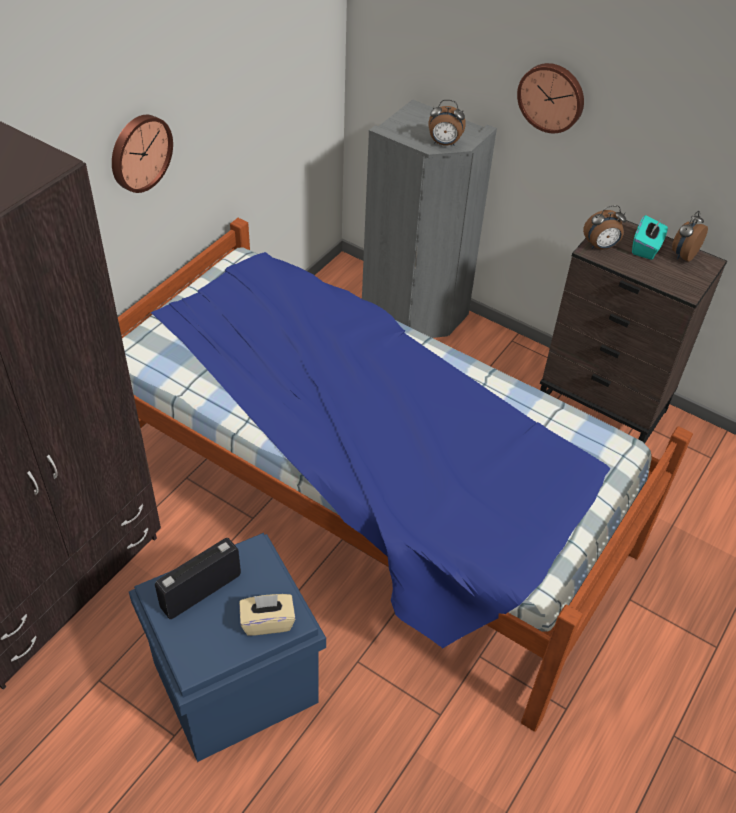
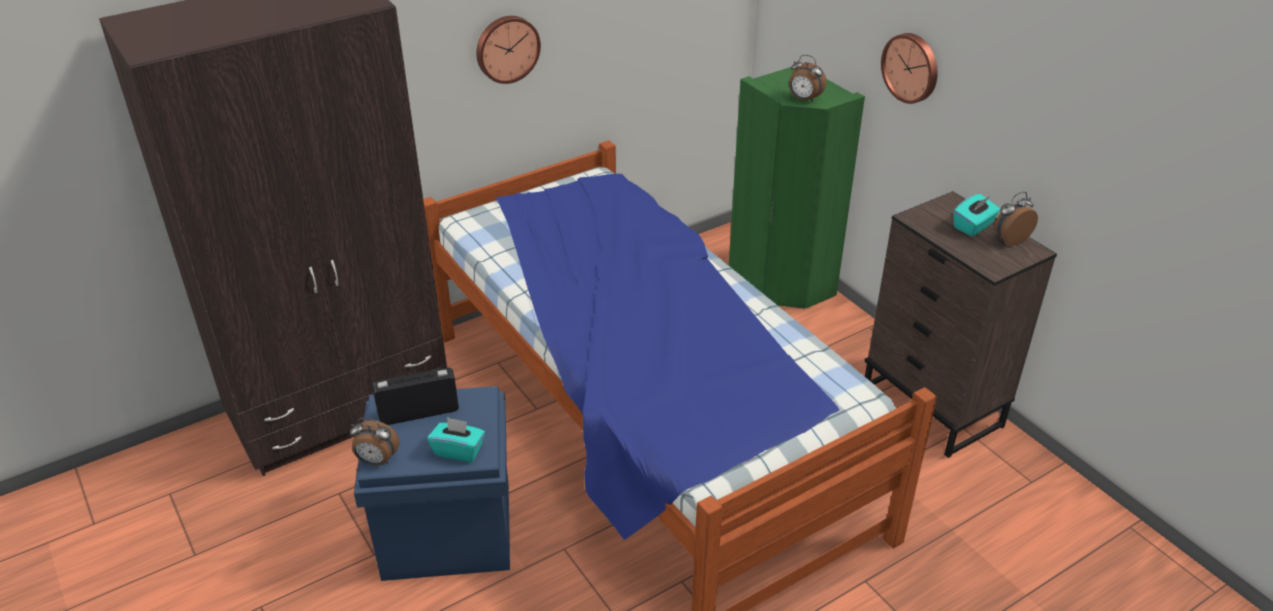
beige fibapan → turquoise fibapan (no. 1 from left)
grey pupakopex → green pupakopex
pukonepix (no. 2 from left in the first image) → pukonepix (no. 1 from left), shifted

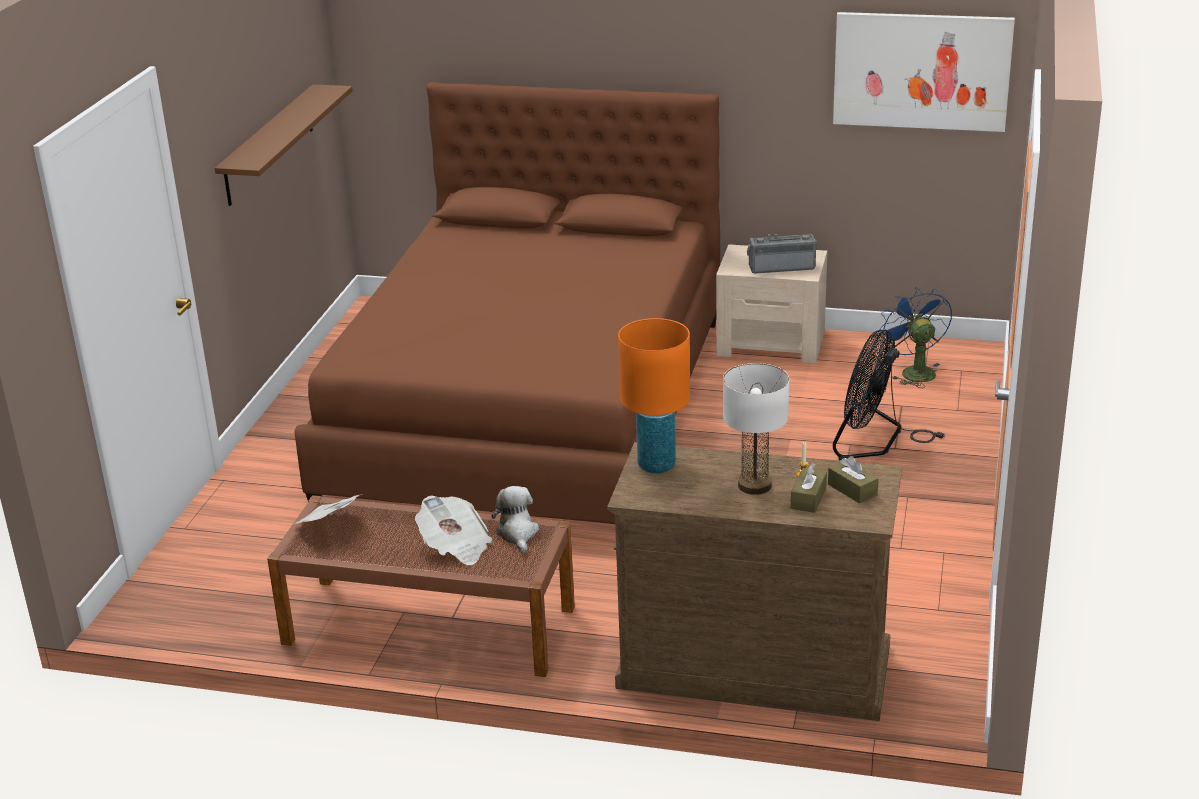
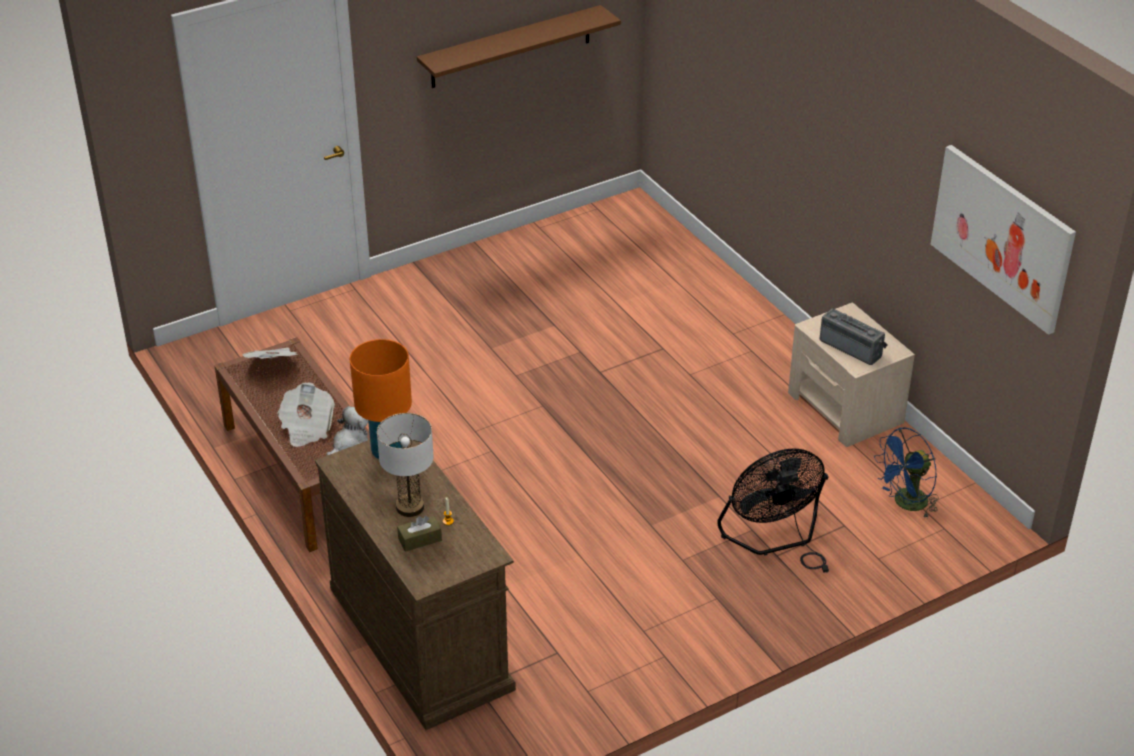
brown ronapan → -
brown fibapan (no. 2 from left) → -
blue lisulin, 150 degrees counterclockwise

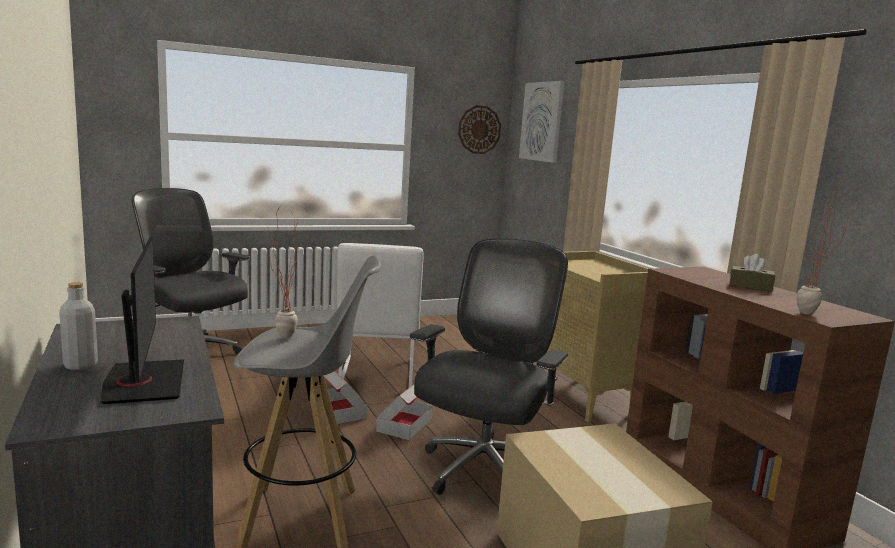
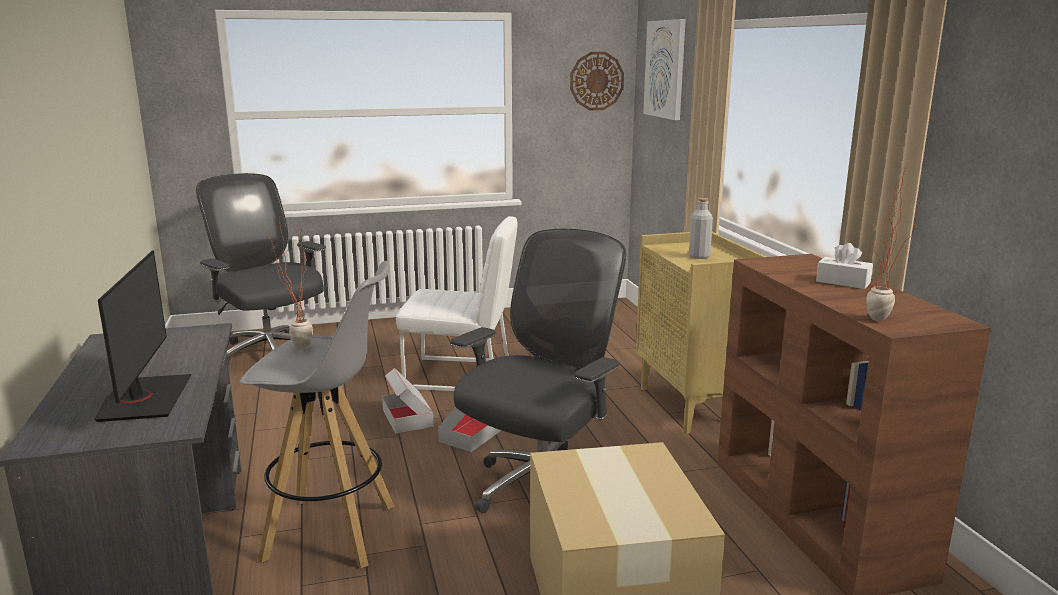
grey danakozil, shifted
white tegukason, 90 degrees counterclockwise
brown fibapan → white fibapan

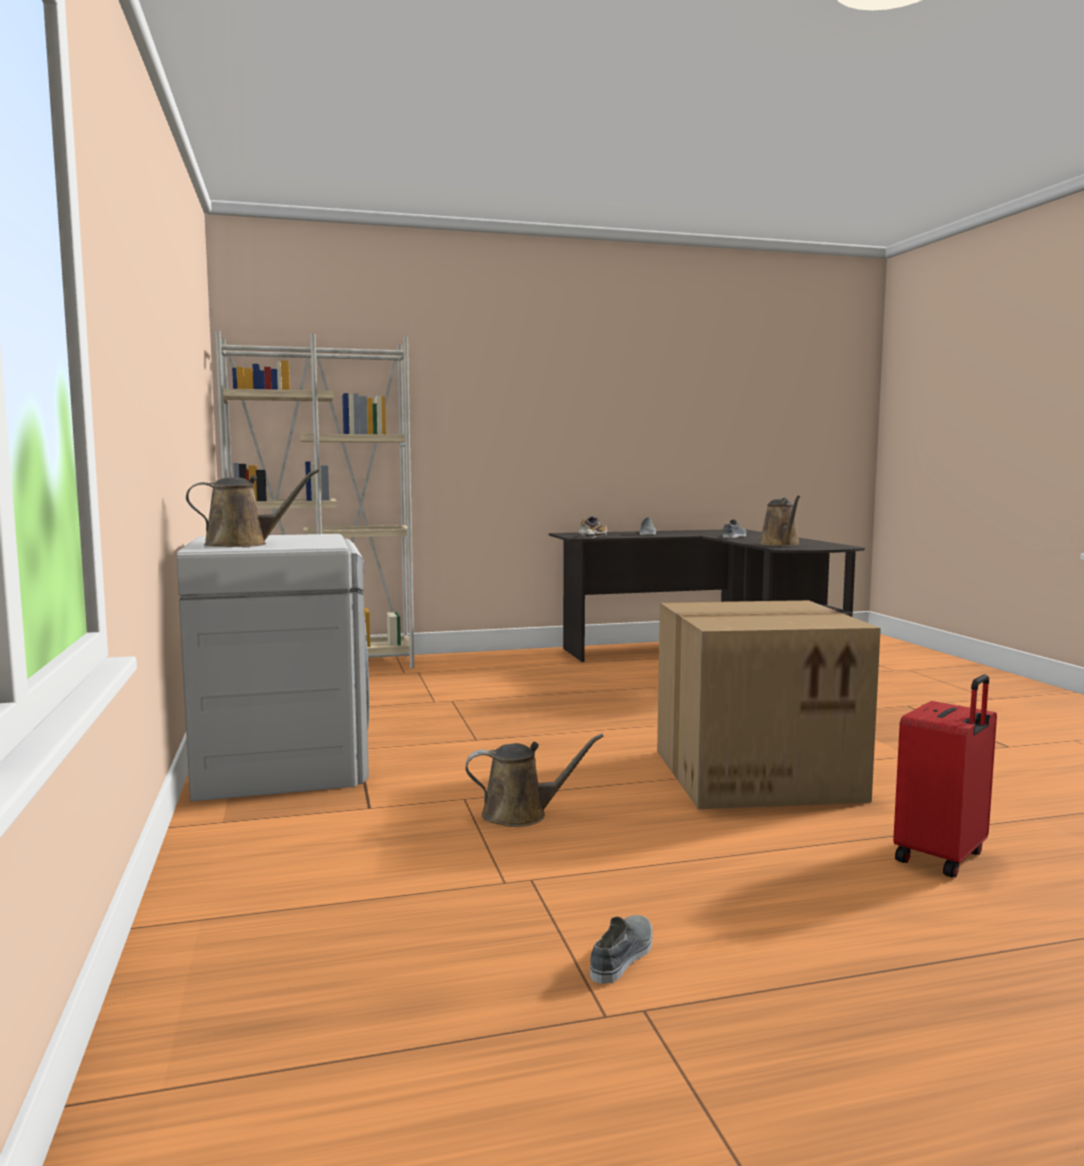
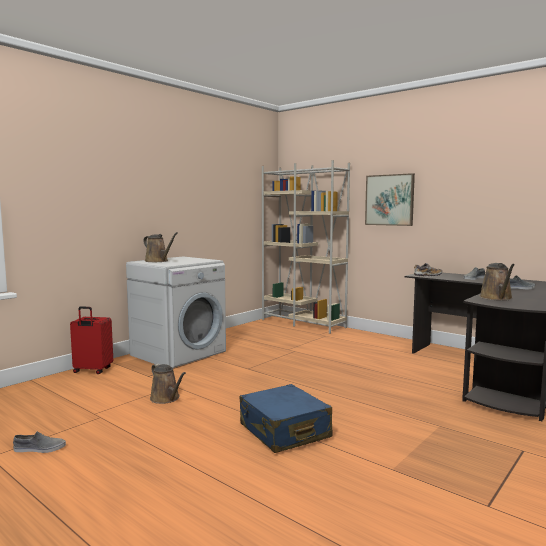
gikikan → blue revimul
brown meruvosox (no. 3 from left), 45 degrees counterclockwise
red revimul, shifted
- → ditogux

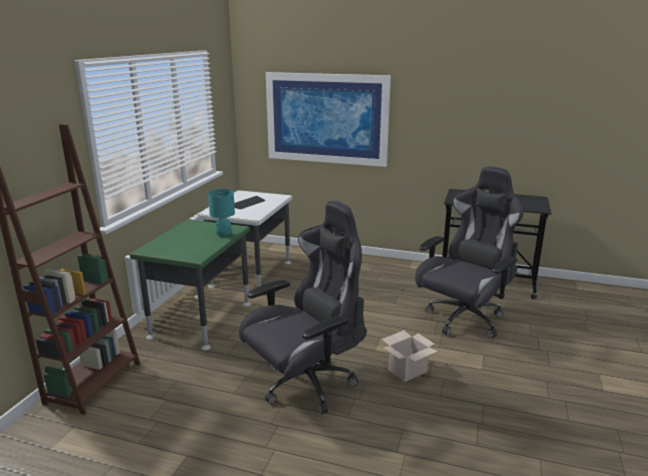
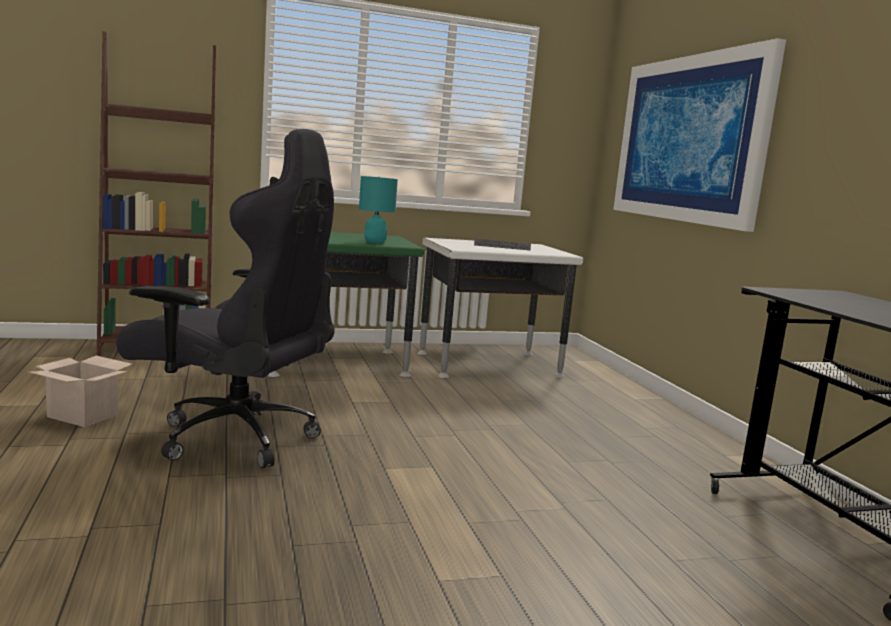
gikikan, shifted
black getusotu (no. 2 from left) → -

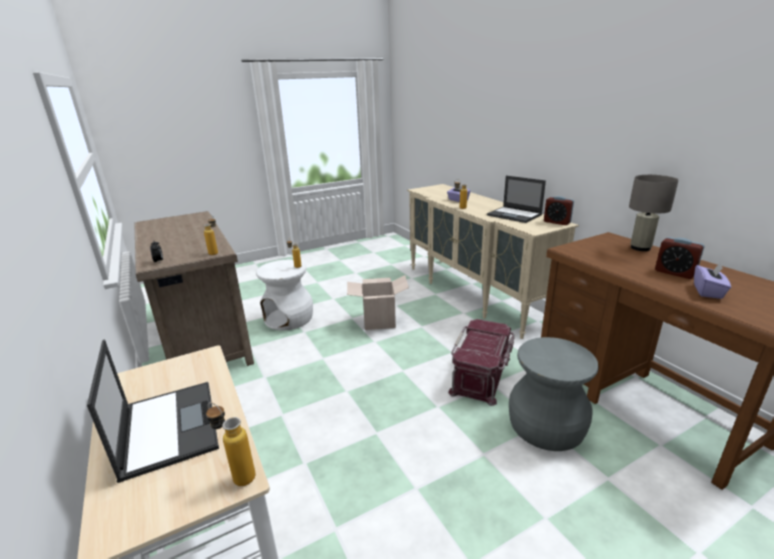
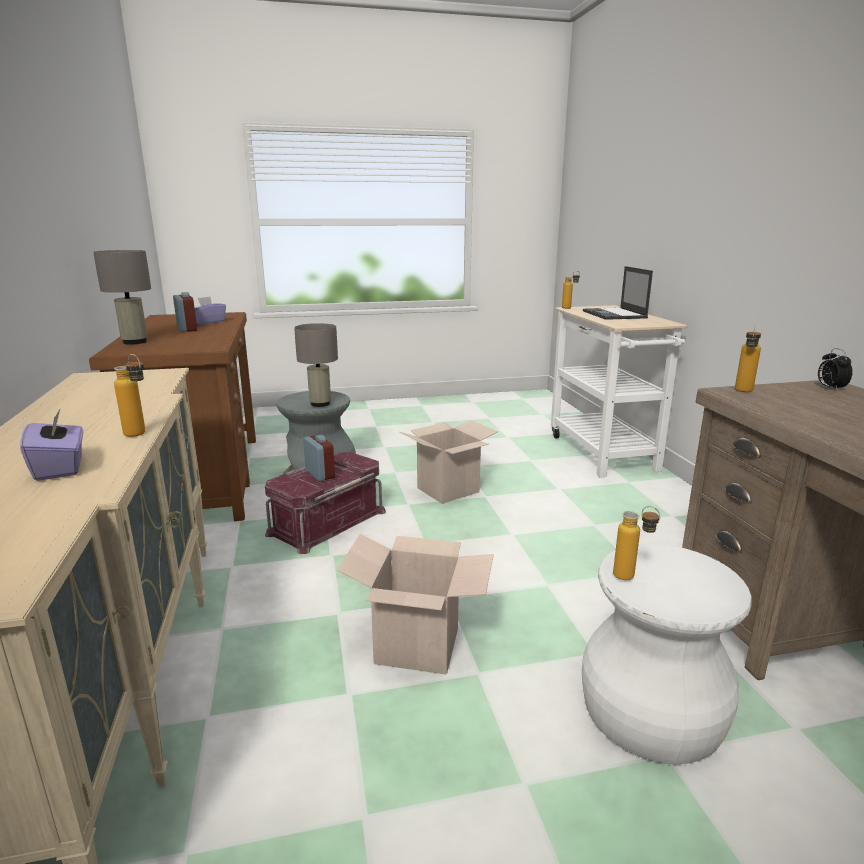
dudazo (no. 2 from left) → -
pukonepix (no. 2 from left), shifted
- → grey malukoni (no. 2 from left)
- → gikikan (no. 2 from left)

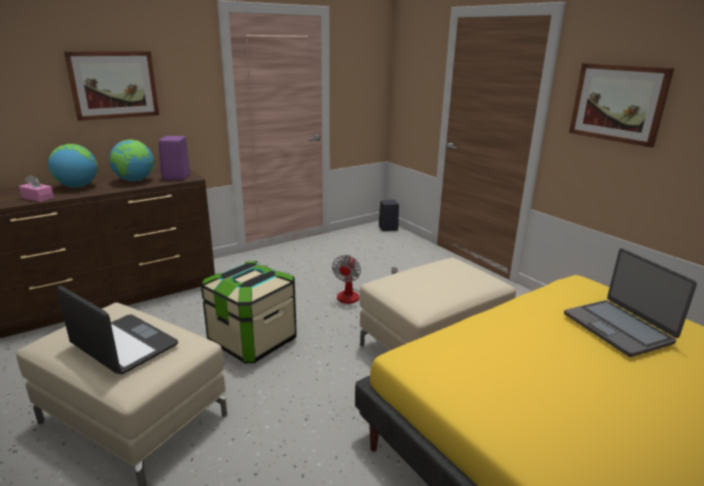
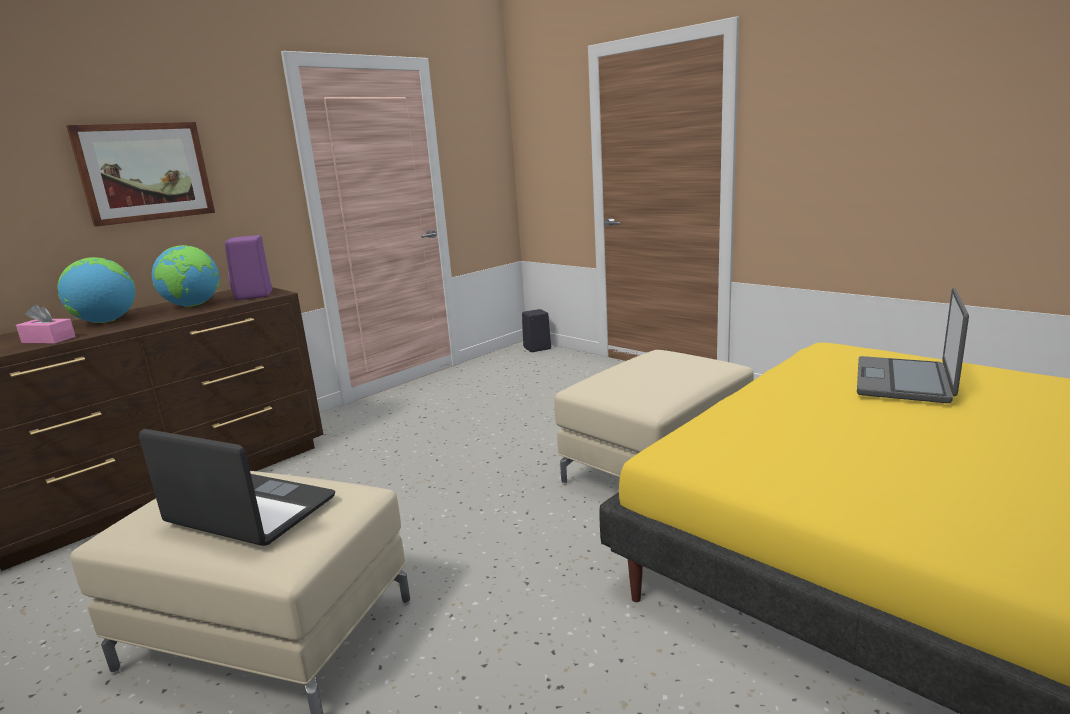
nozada → -
lisulin → -
dudazo (no. 2 from left), 60 degrees clockwise
ditogux (no. 2 from left) → -

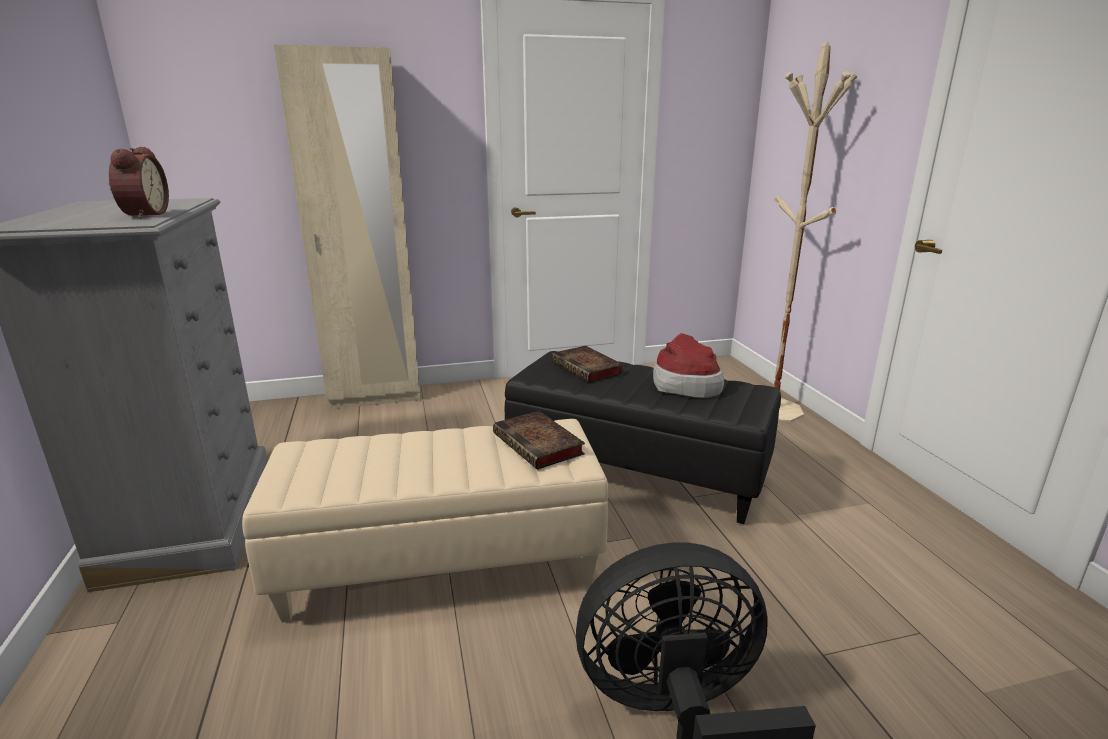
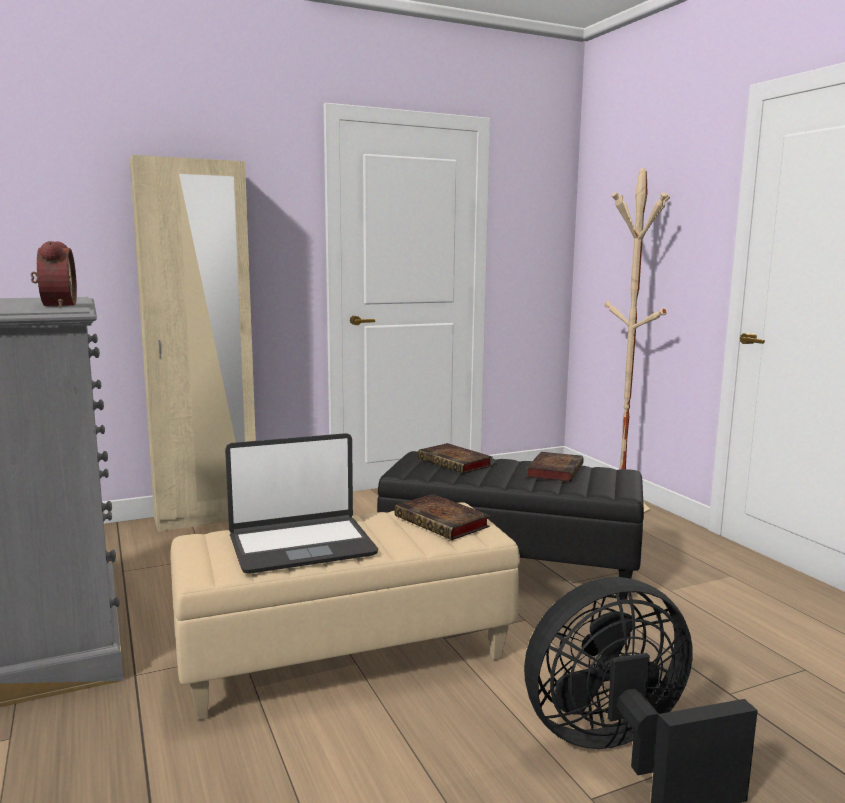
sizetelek → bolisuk (no. 3 from left)
- → dudazo

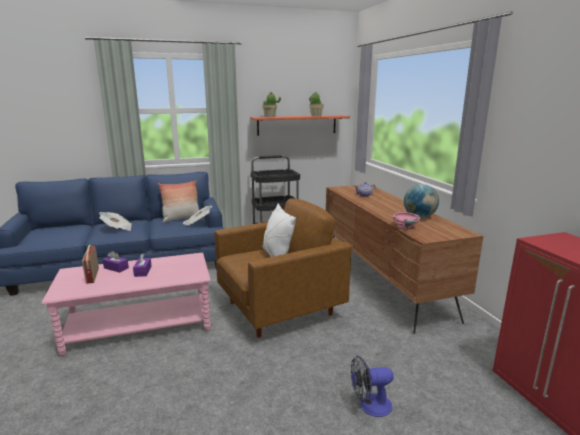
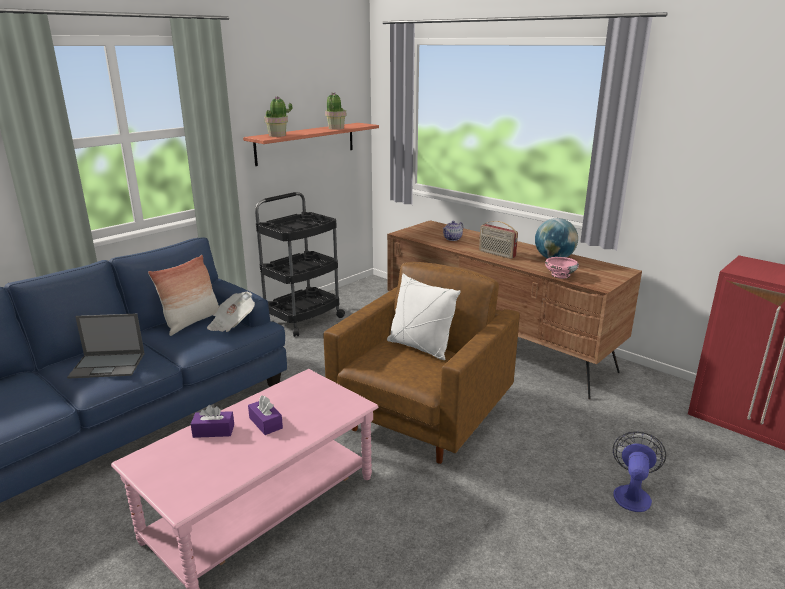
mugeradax, shifted
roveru (no. 1 from left) → dudazo
lisulin, 150 degrees clockwise

